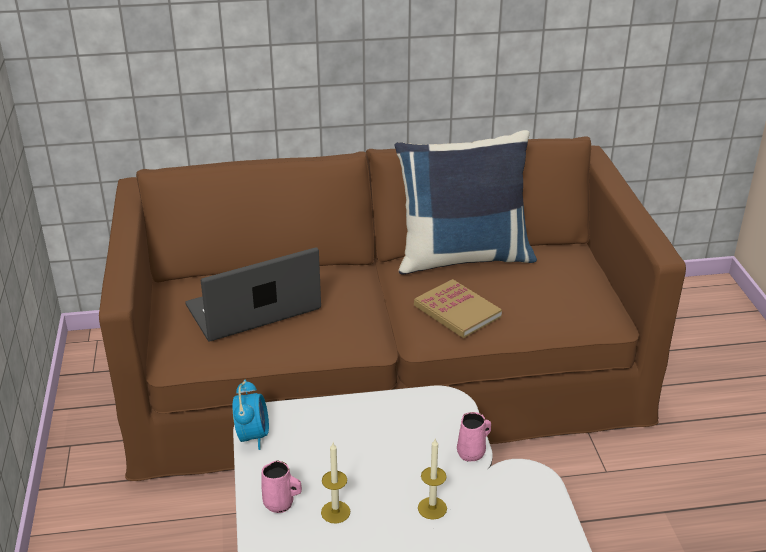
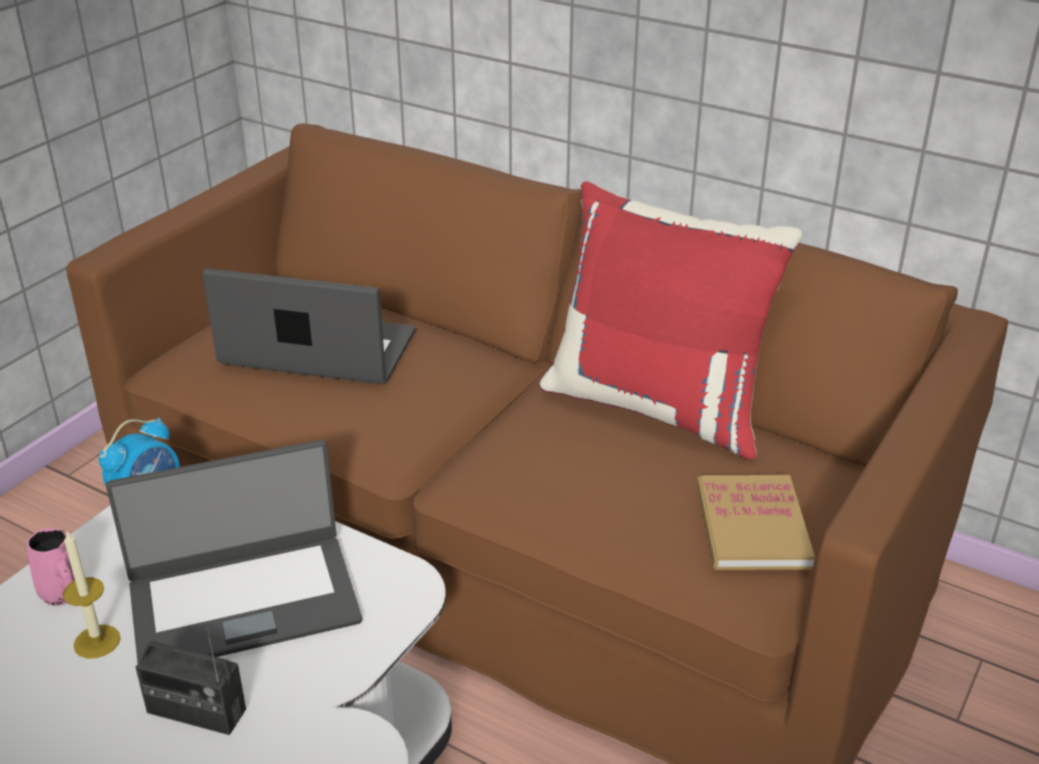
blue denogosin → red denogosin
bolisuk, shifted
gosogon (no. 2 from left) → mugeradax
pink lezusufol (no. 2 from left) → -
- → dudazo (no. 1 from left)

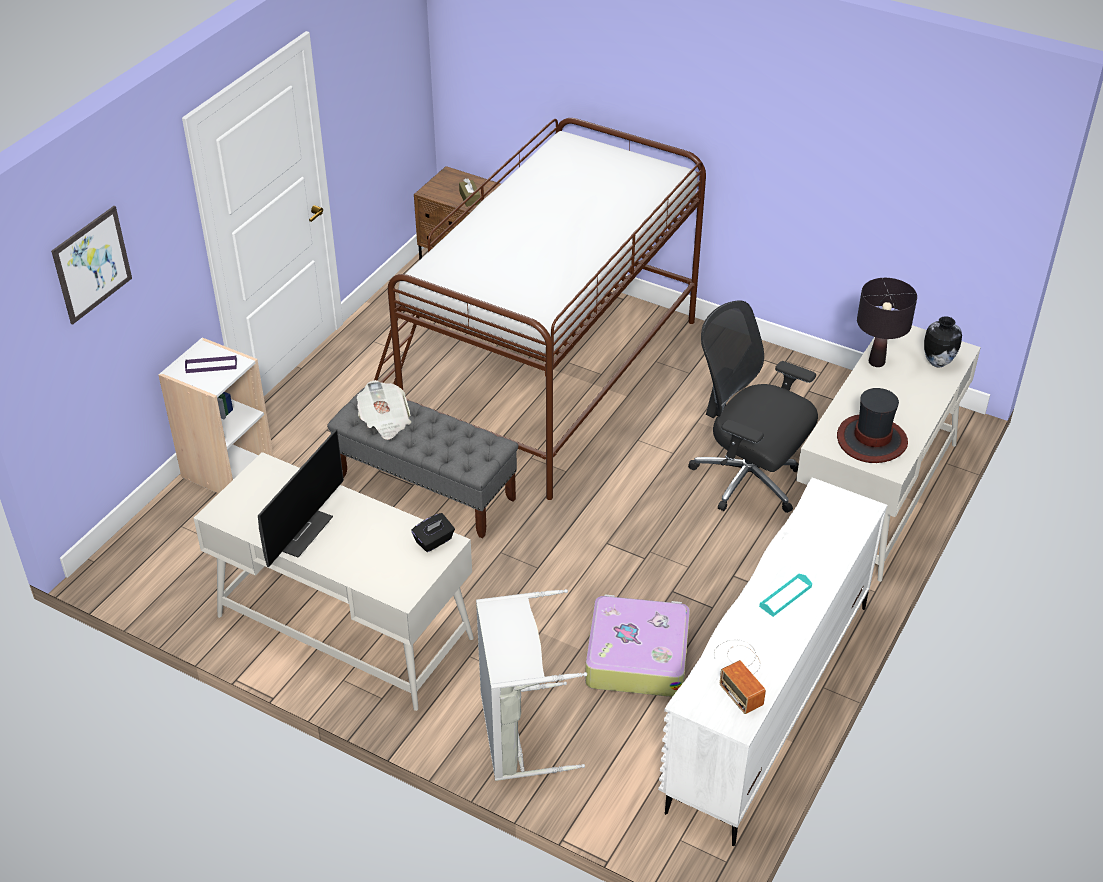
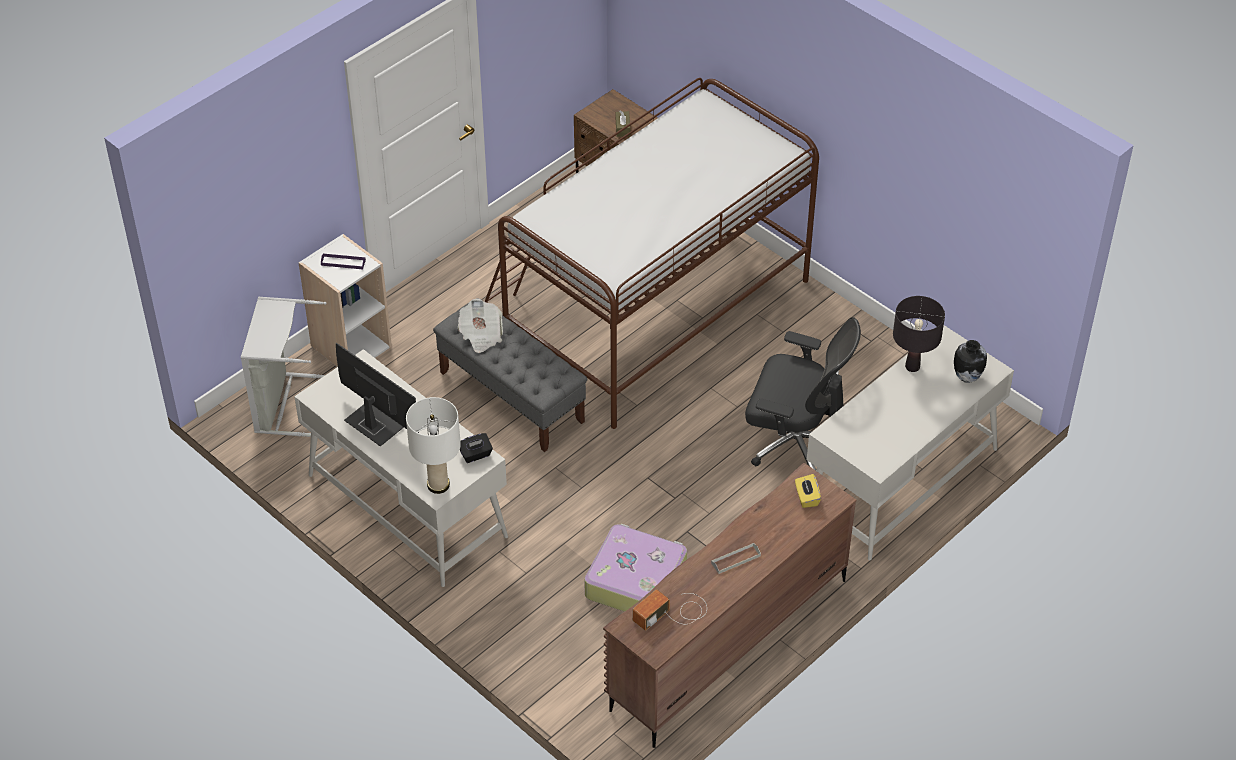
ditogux → -
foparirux, 90 degrees counterclockwise
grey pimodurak, shifted
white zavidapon → brown zavidapon
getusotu, 150 degrees clockwise
mugeradax, 60 degrees clockwise
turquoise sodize → grey sodize
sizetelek → -
- → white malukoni
- → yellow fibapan

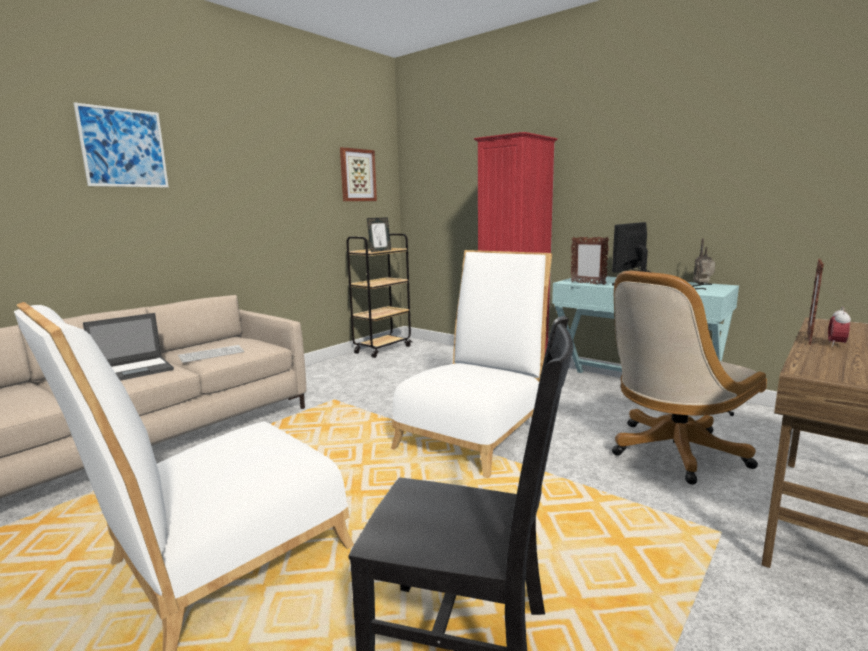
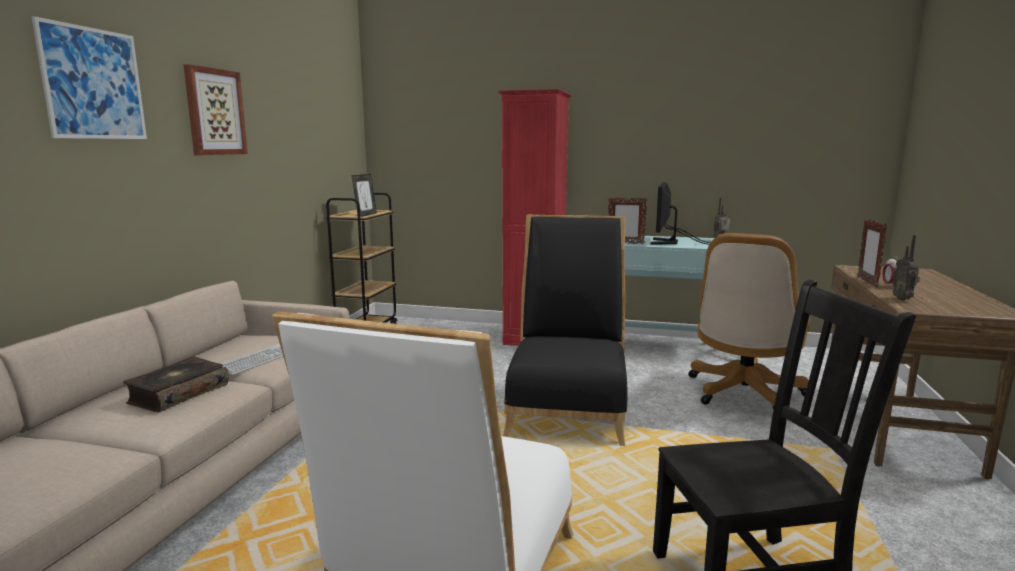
dudazo → bolisuk
ditogux (no. 2 from left), shifted
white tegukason (no. 2 from left) → black tegukason (no. 1 from left)
- → mugeradax (no. 2 from left)

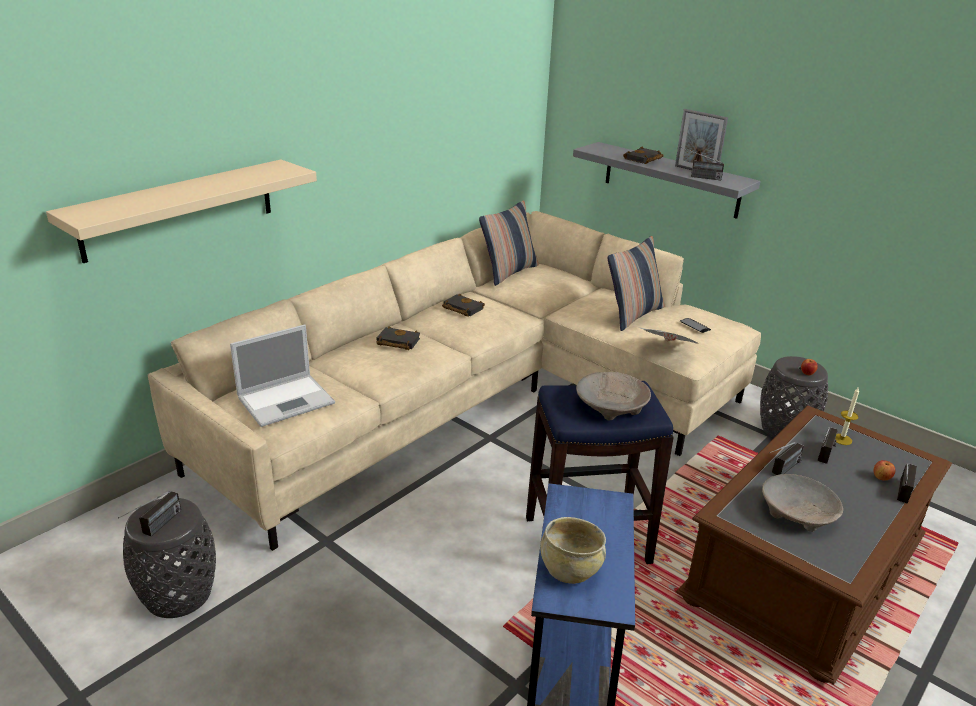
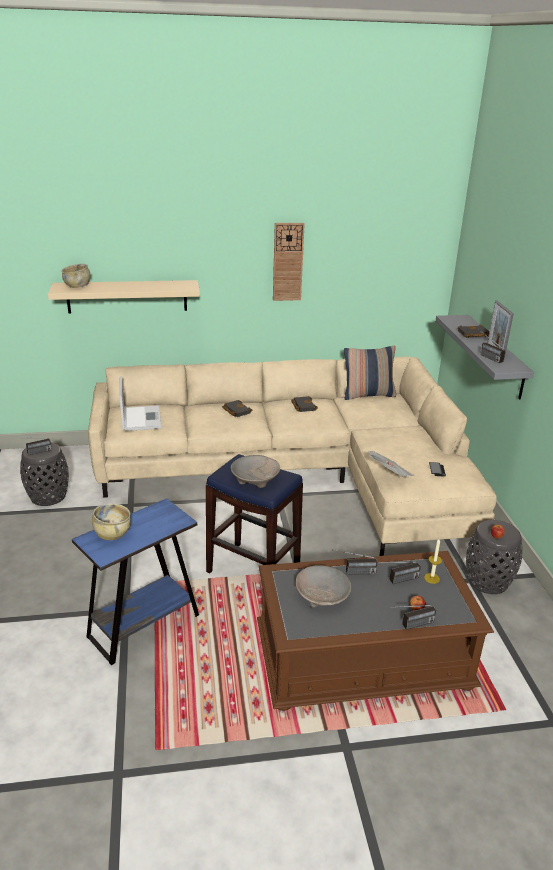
dudazo, 105 degrees counterclockwise
denogosin (no. 2 from left) → -
- → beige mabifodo (no. 1 from left)
- → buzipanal

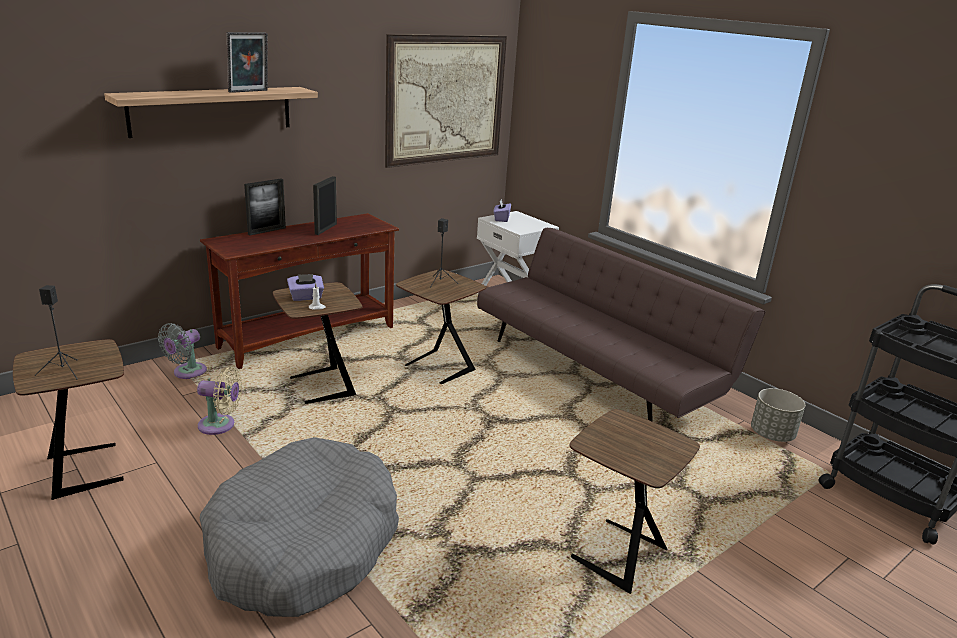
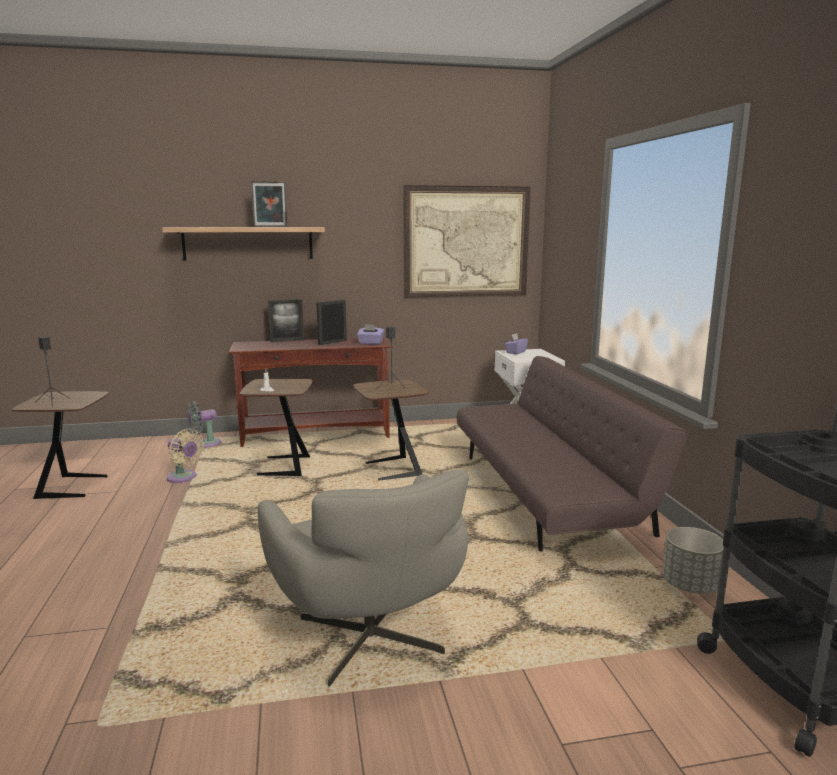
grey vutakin → -
purple fibapan (no. 1 from left), shifted
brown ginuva (no. 4 from left) → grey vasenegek

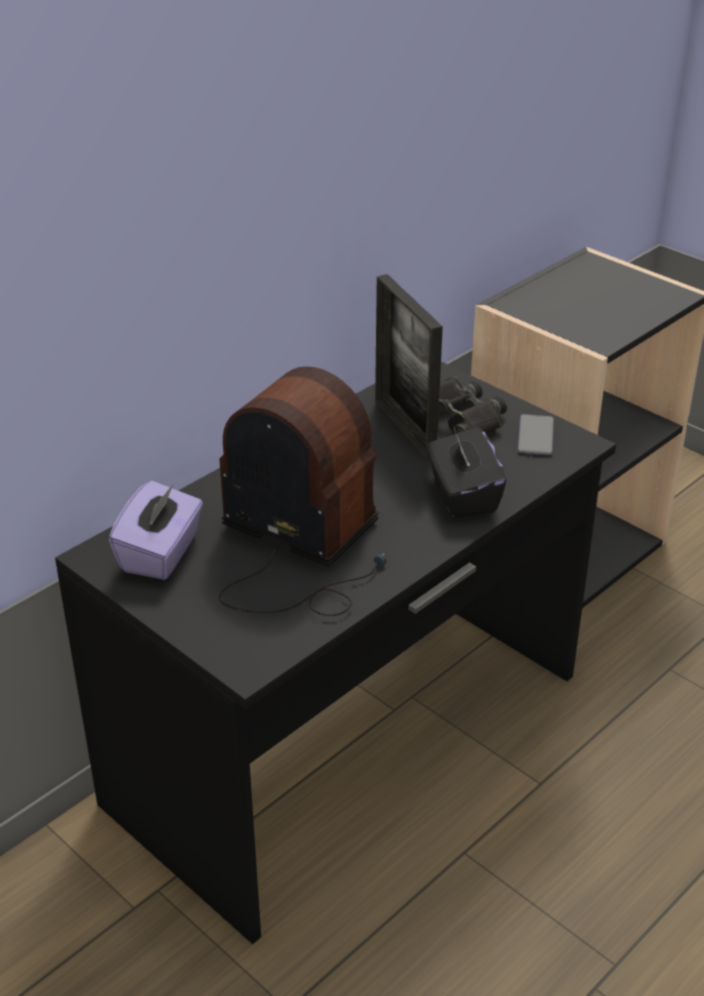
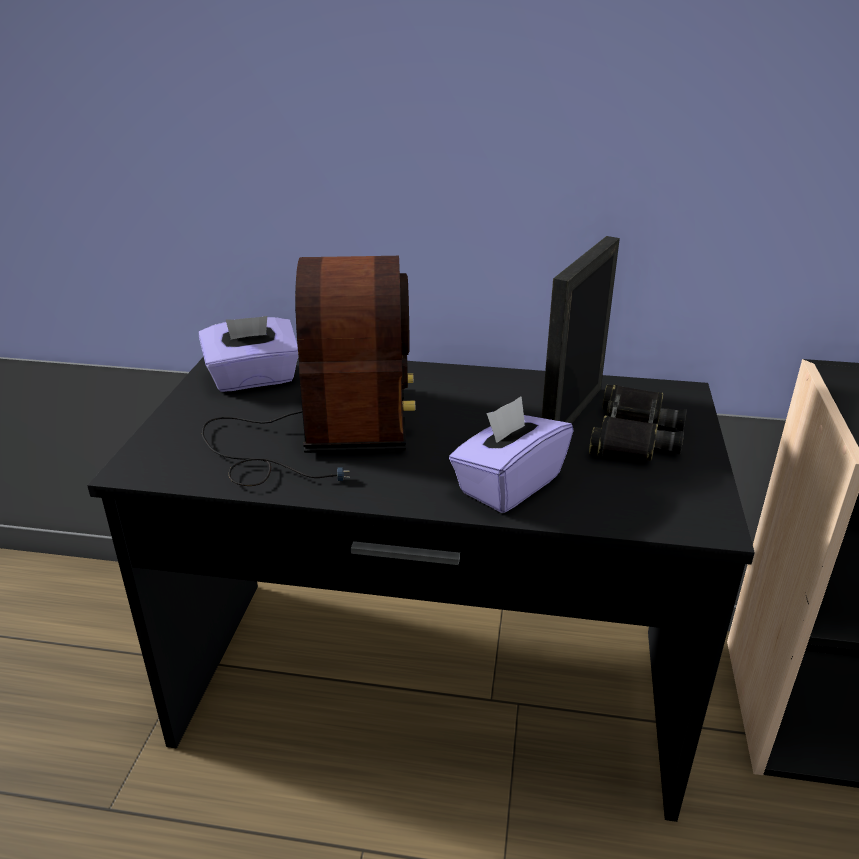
black fibapan → purple fibapan (no. 2 from left)
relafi → -

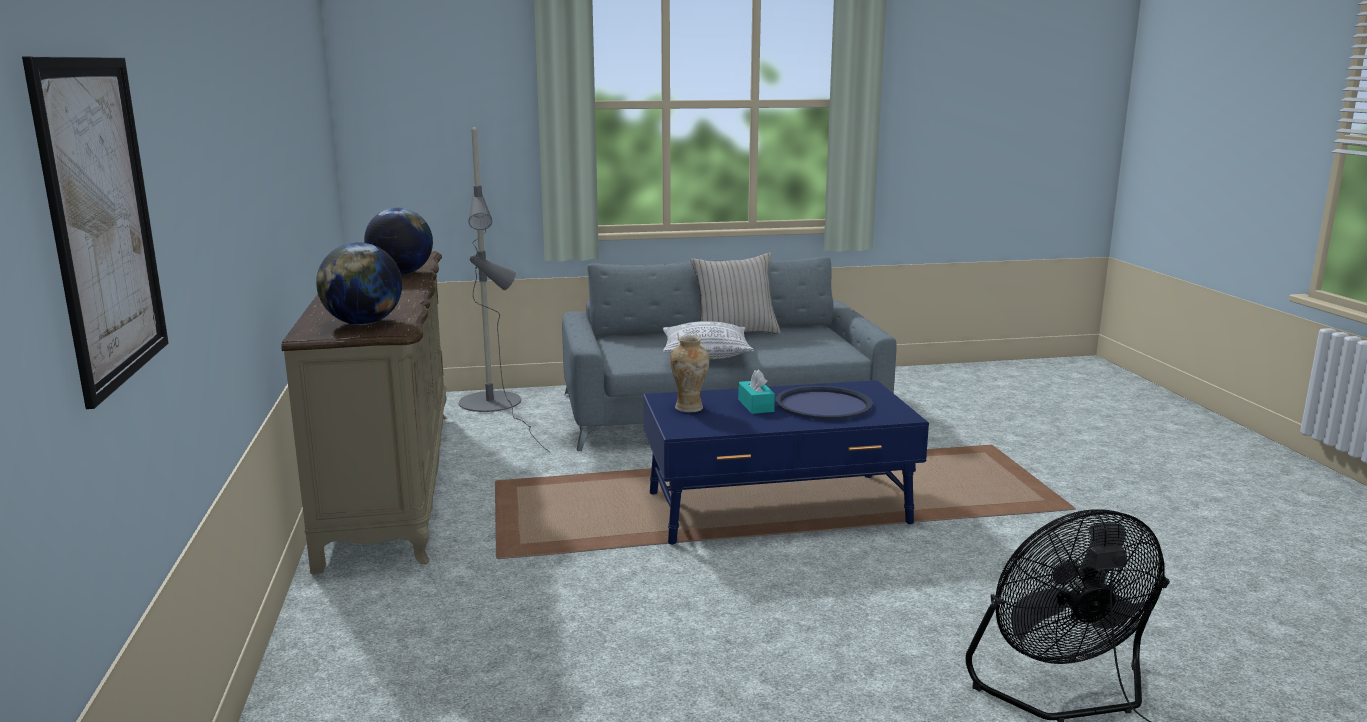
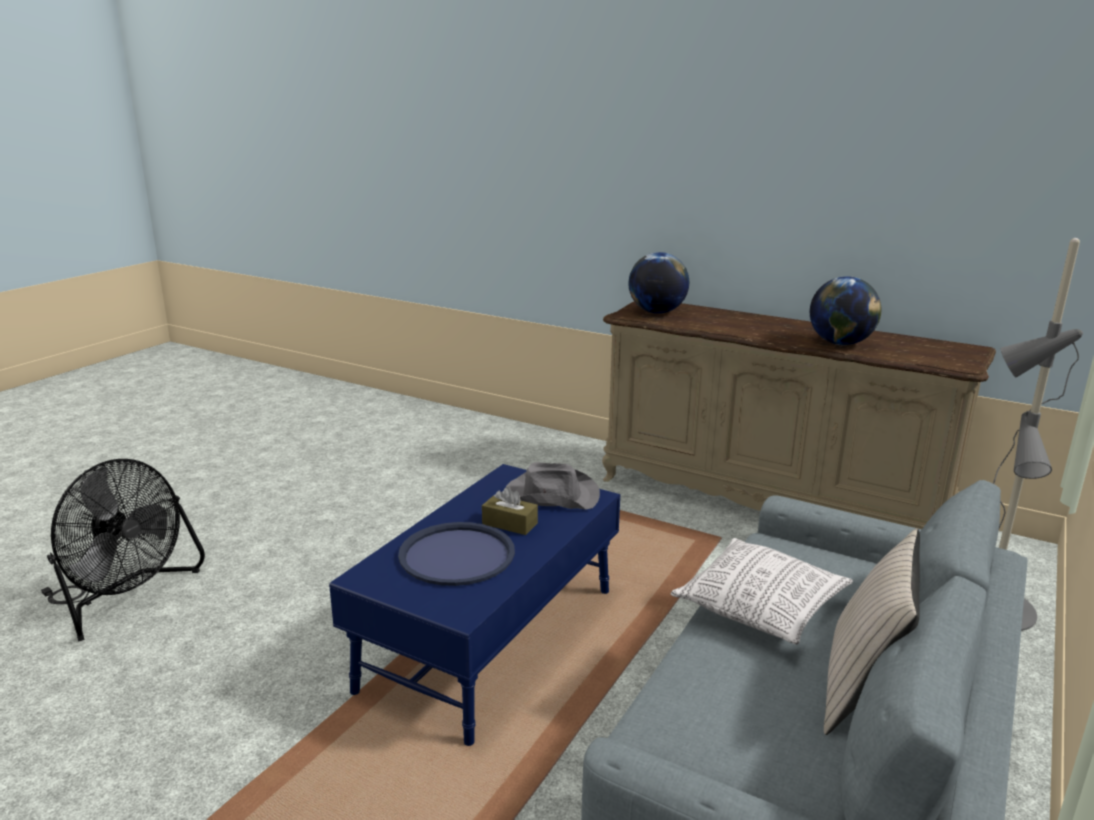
ditogux → -
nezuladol → grey sizetelek
turquoise fibapan → brown fibapan

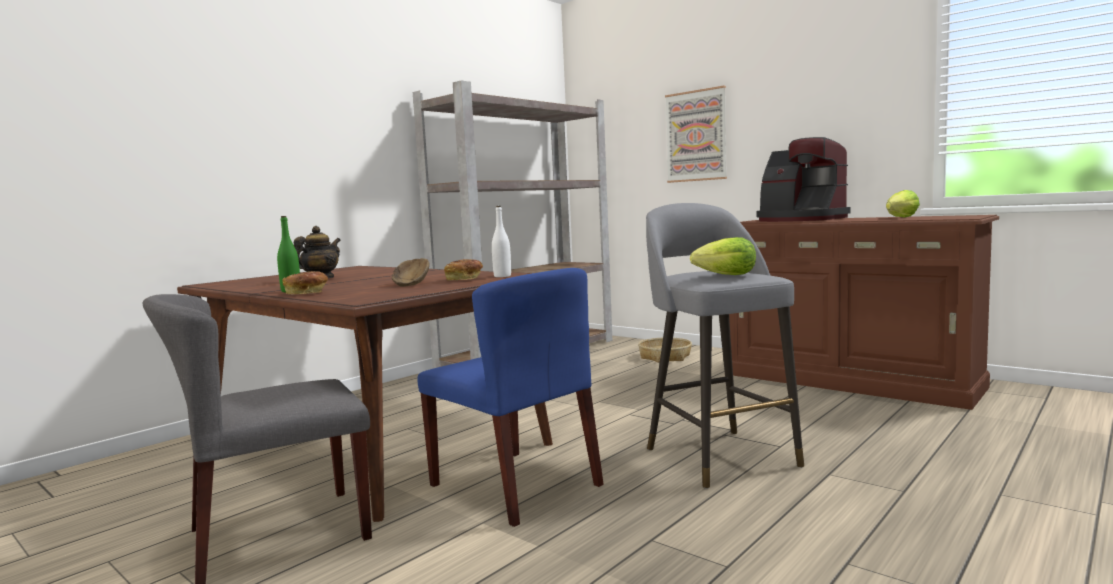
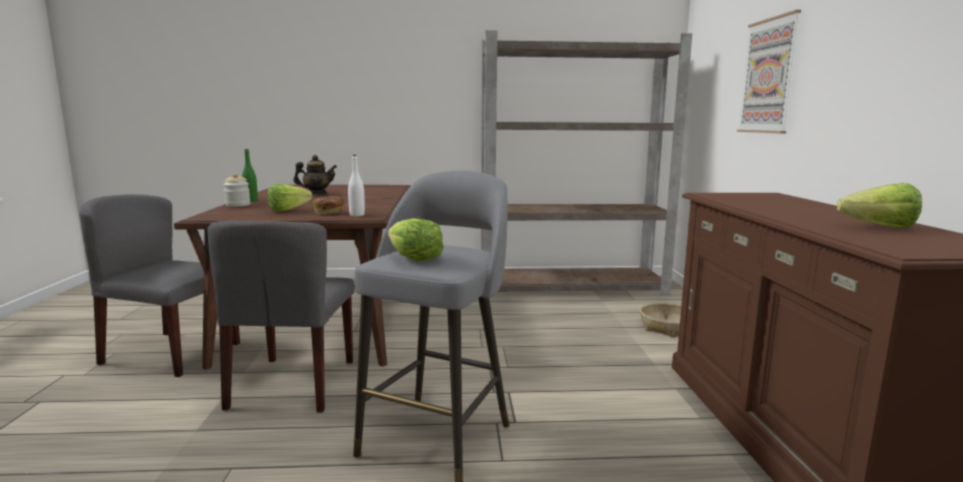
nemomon (no. 1 from left) → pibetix
brown mabifodo → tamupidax (no. 1 from left)
blue tegukason → grey tegukason (no. 2 from left)
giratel → -

